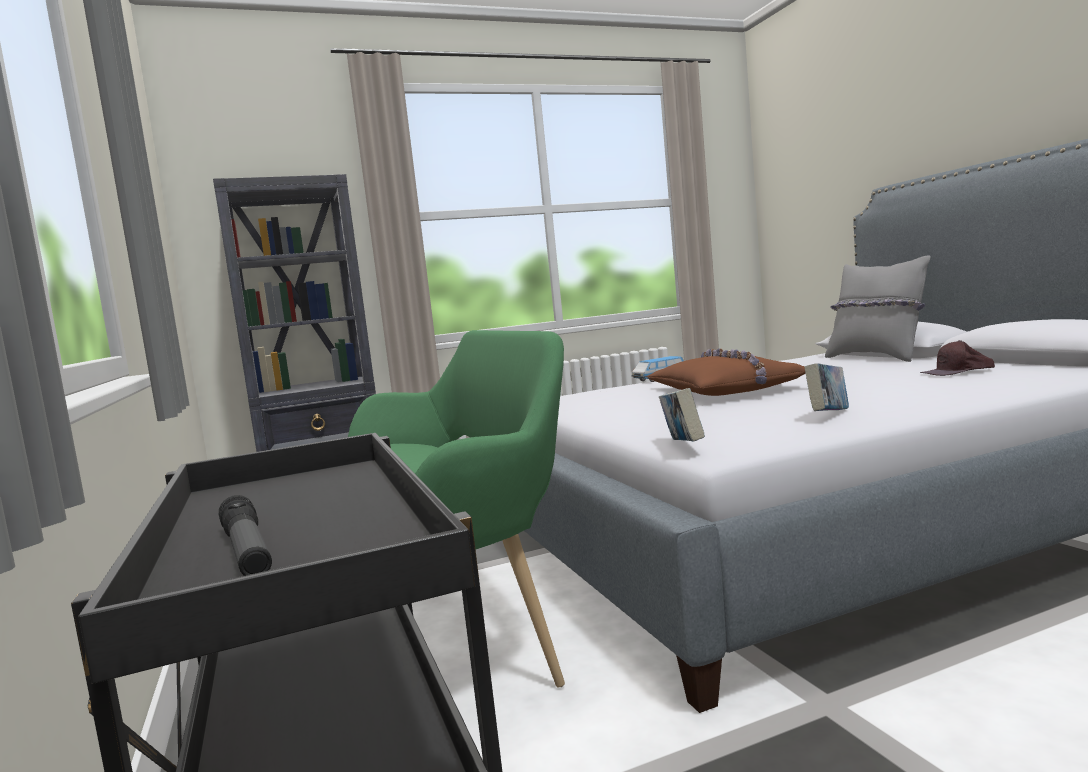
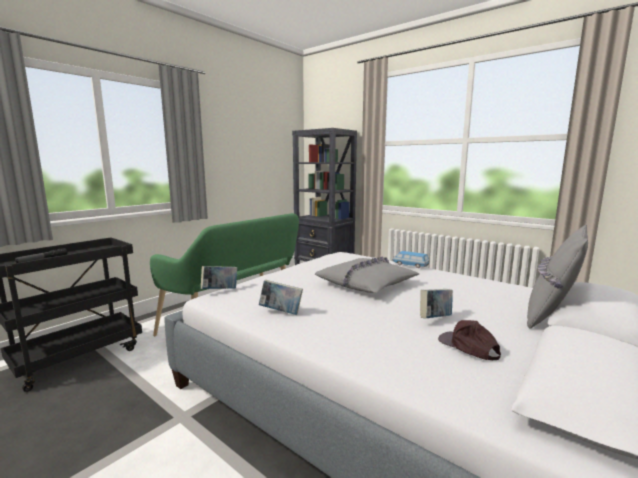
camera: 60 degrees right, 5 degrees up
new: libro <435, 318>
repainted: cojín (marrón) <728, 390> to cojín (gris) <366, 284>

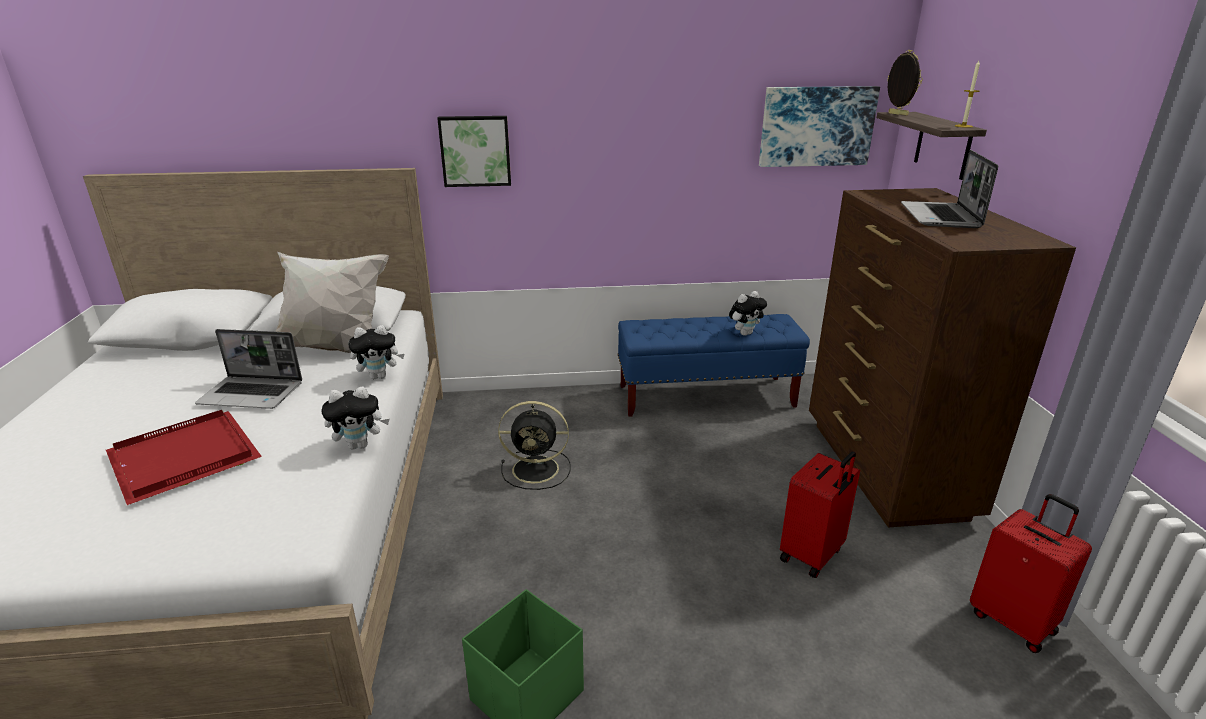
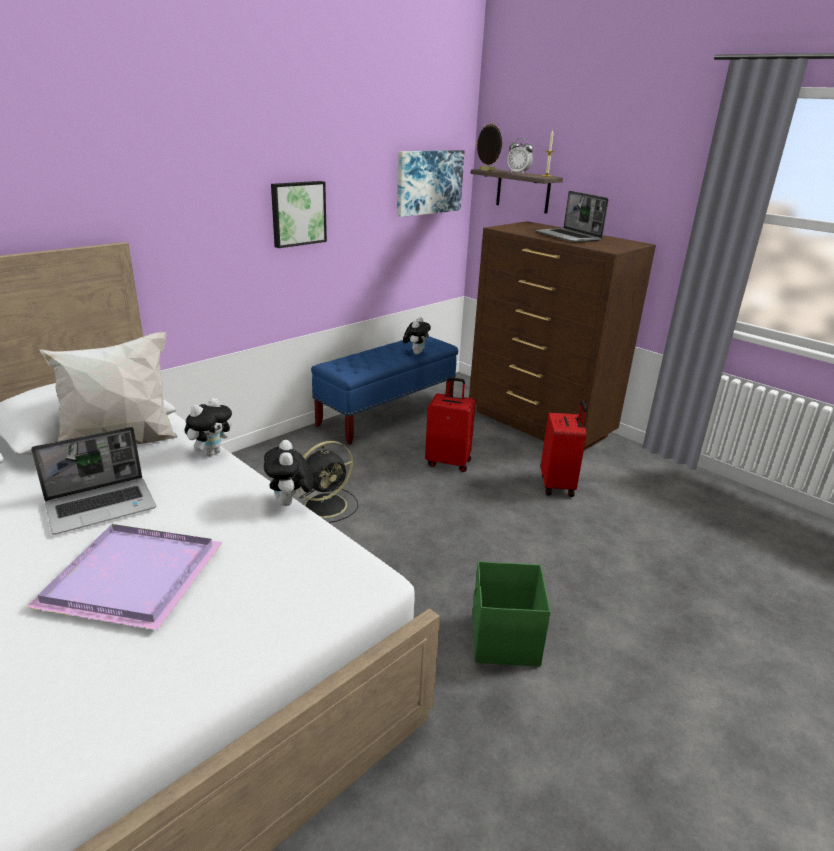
camera: 40 degrees left, 0 degrees up
new: despertador <518, 173>
shifted: cuadro <475, 151> to <297, 213>; maleta (rojo) <1013, 621> to <448, 462>
repainted: bandeja (rojo) <181, 457> to bandeja (morado) <129, 578>
rotated: peluche <360, 445> = <290, 503> 135 degrees clockwise

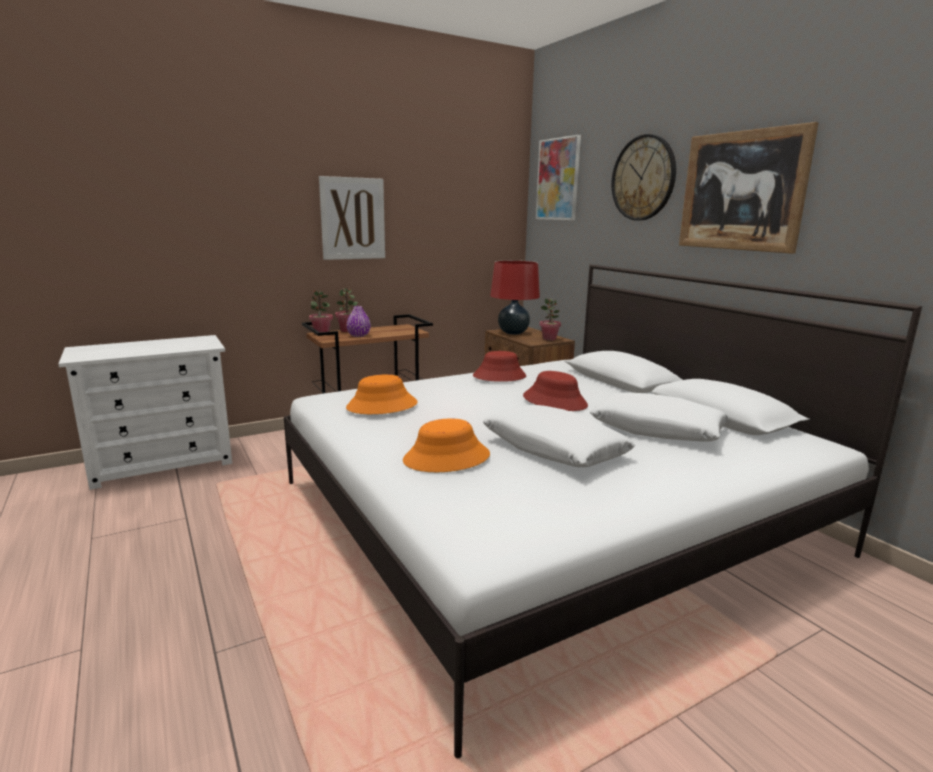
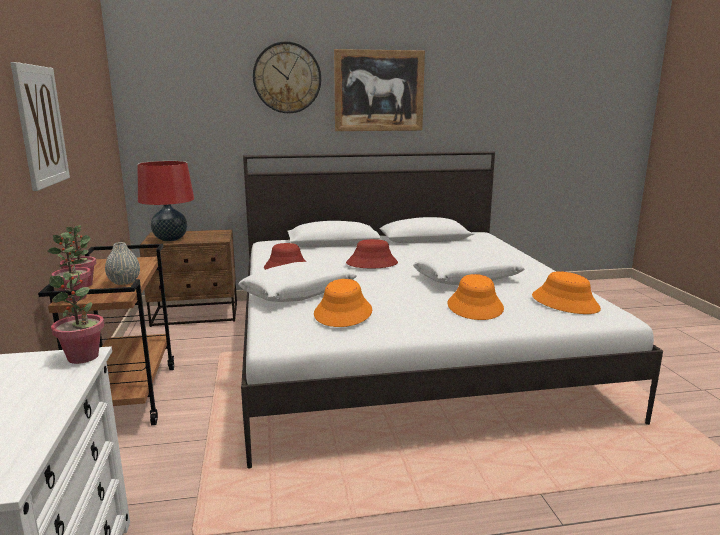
camera: 70 degrees left, 0 degrees up
gone: cuadro <558, 179>
new: sombrero (naranja) <565, 302>
shifted: planta en maceta <549, 339> to <83, 357>; cojín (blanco) <657, 430> to <299, 292>
repainted: florero (morado) <359, 336> to florero (gris) <124, 282>

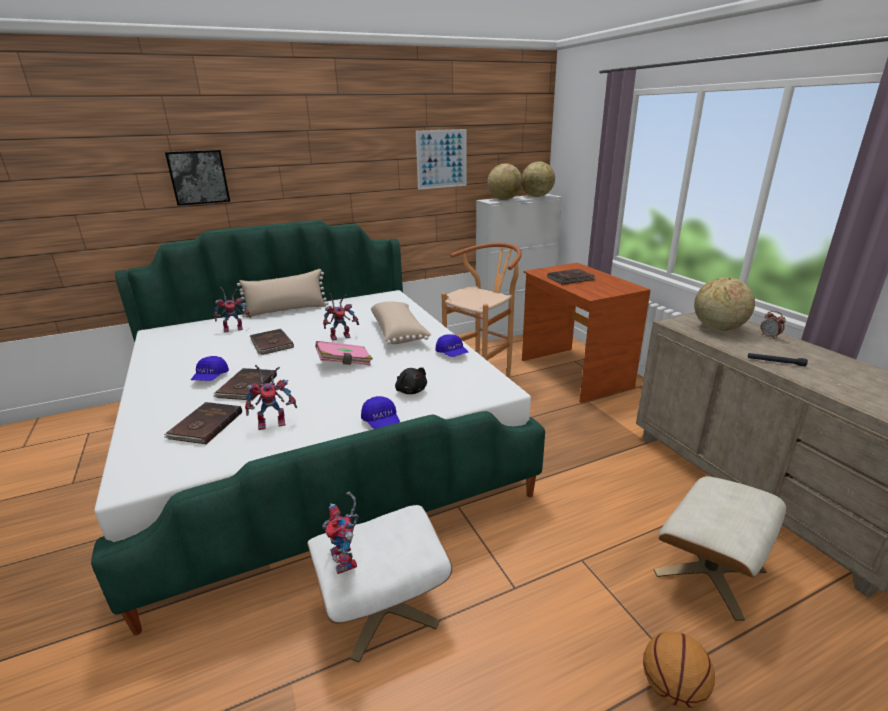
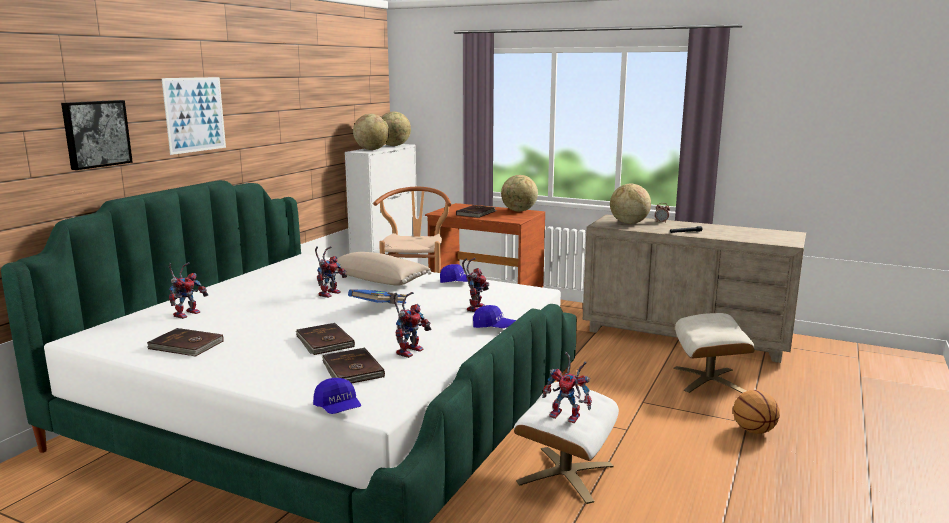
camera: 40 degrees left, 10 degrees down
gone: cojín (beis) <286, 310>
new: globo terráqueo <519, 211>
shifted: gorra (azul) <211, 377> to <338, 408>; libro (marrón) <271, 344> to <186, 345>; cuadro <441, 159> to <195, 114>
swapped: peluche (negro) <411, 390> to robot de juguete <474, 307>
repainted: libro (rosa) <345, 363> to libro (azul) <380, 307>

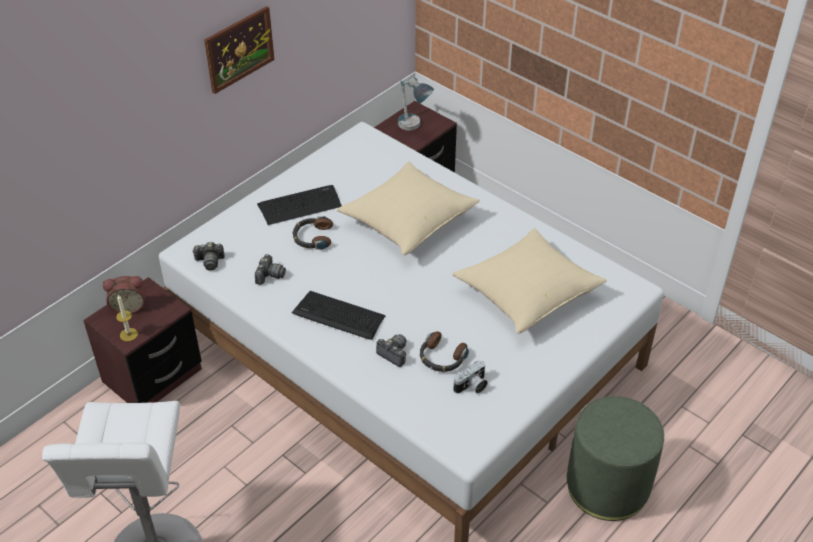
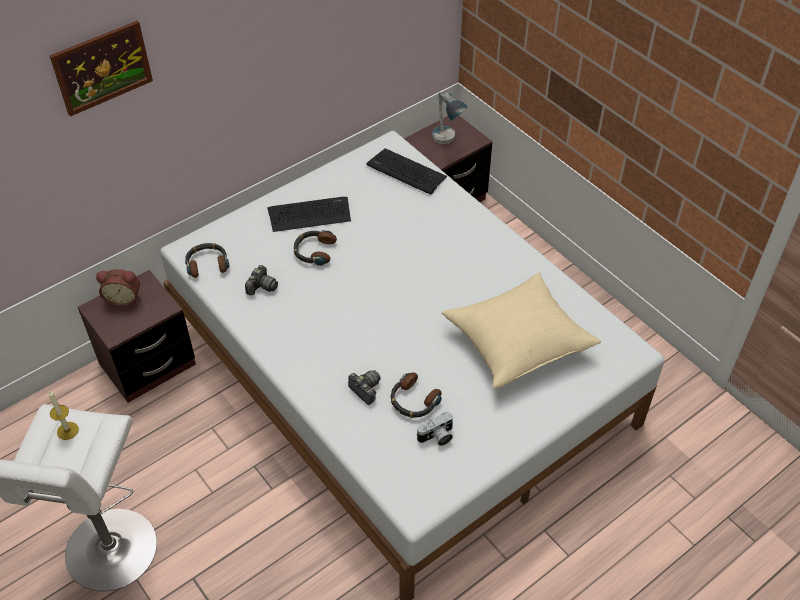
camera: 10 degrees right, 5 degrees up
gone: cojín (beis) <408, 222>; puf (verde) <607, 486>
shifted: vela <129, 334> to <67, 430>; cuadro <239, 49> to <102, 67>; teclado <339, 316> to <406, 172>
swapped: cámara <210, 261> to auriculares <207, 263>

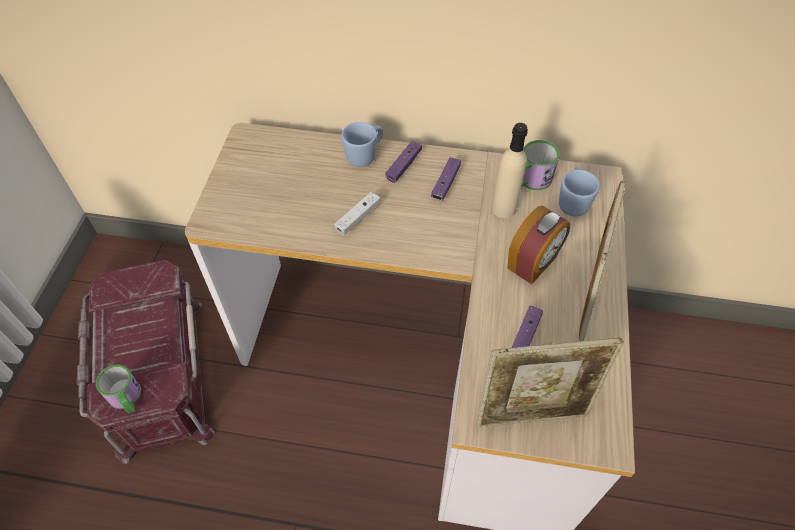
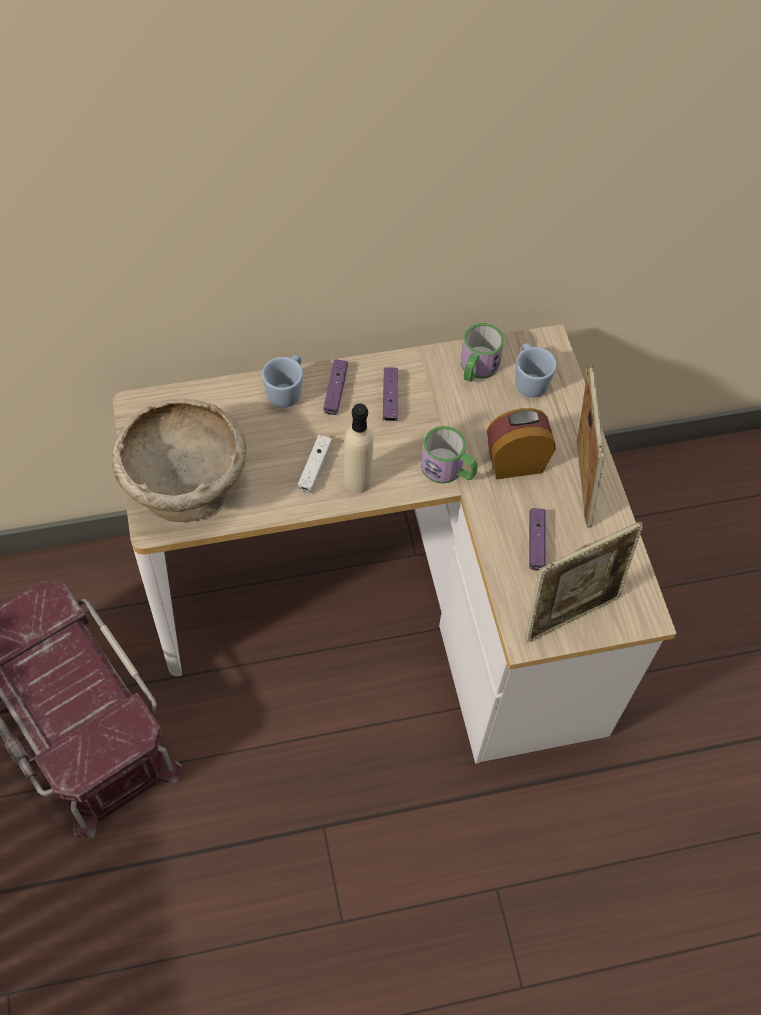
camera: 25 degrees left, 5 degrees up
new: cuenco (beis) <185, 488>
shifted: taza grande <127, 398> to <448, 470>; botella (beis) <503, 208> to <357, 481>
rotated: despertador <533, 263> = <515, 462> 120 degrees counterclockwise

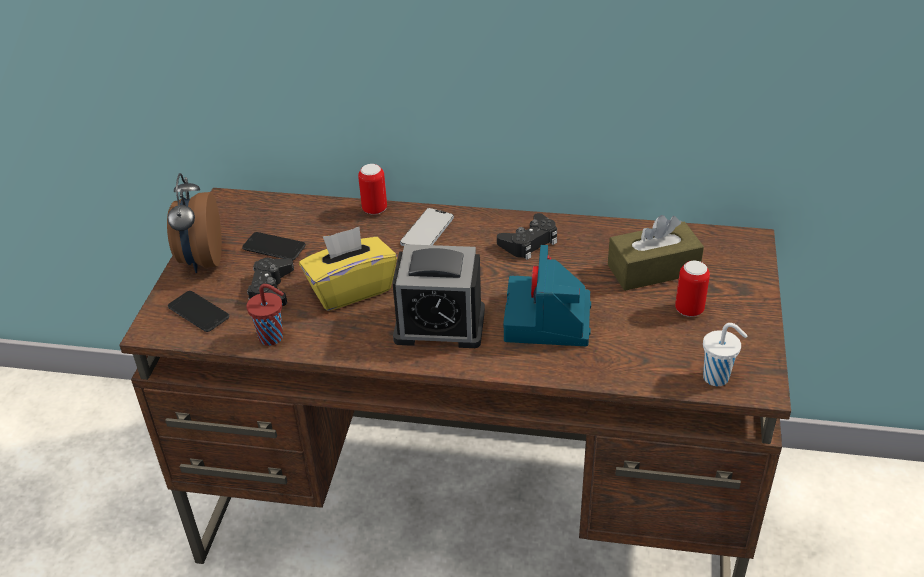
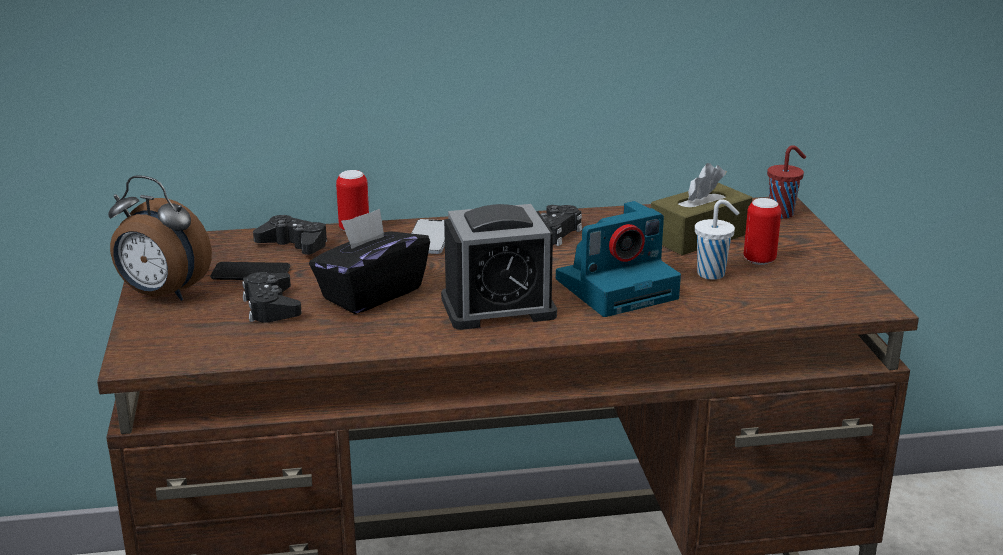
camera: 20 degrees left, 15 degrees down
gone: móvil <198, 312>
new: mando de consola (negro) <294, 244>
shifted: taza (rojo) <272, 338> to <782, 214>; taza (blanco) <717, 378> to <712, 274>
repainted: caja de pañuelos (amarillo) <351, 289> to caja de pañuelos (negro) <371, 294>
rotated: despertador <201, 260> = <162, 295> 45 degrees counterclockwise; cámara <548, 320> = <618, 287> 105 degrees counterclockwise

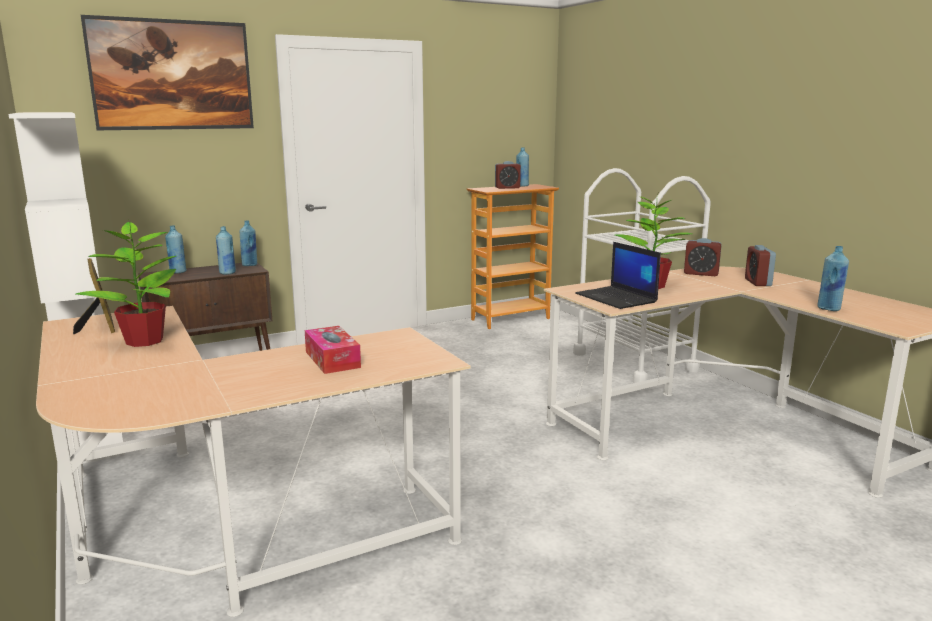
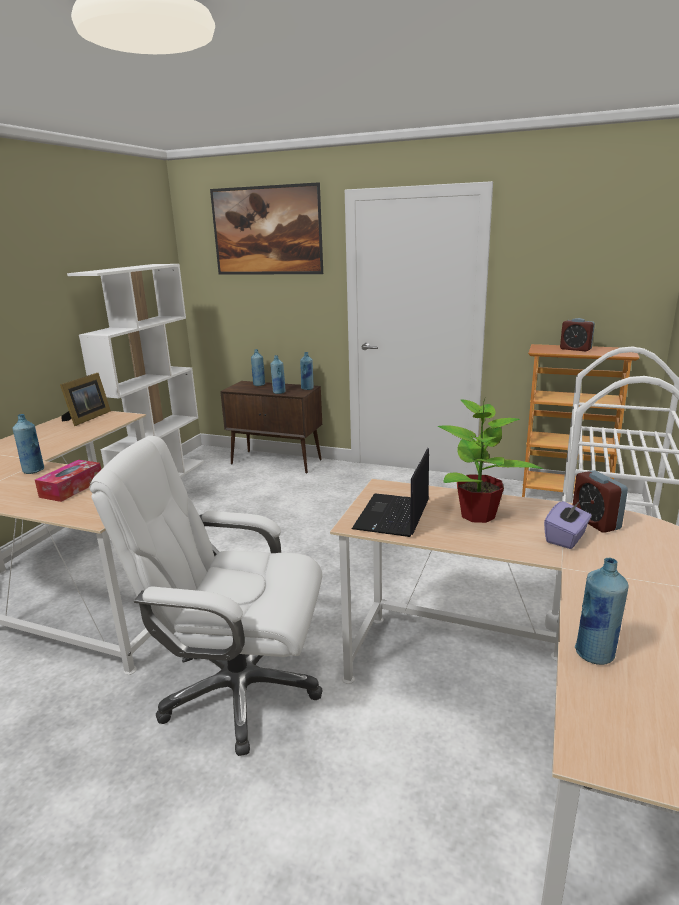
camera: 50 degrees right, 5 degrees up
gone: planta en maceta <144, 341>; despertador <758, 282>
new: silla de oficina (blanco) <238, 690>; caja de pañuelos (morado) <566, 538>
shifted: botella (azul) <522, 186> to <34, 470>

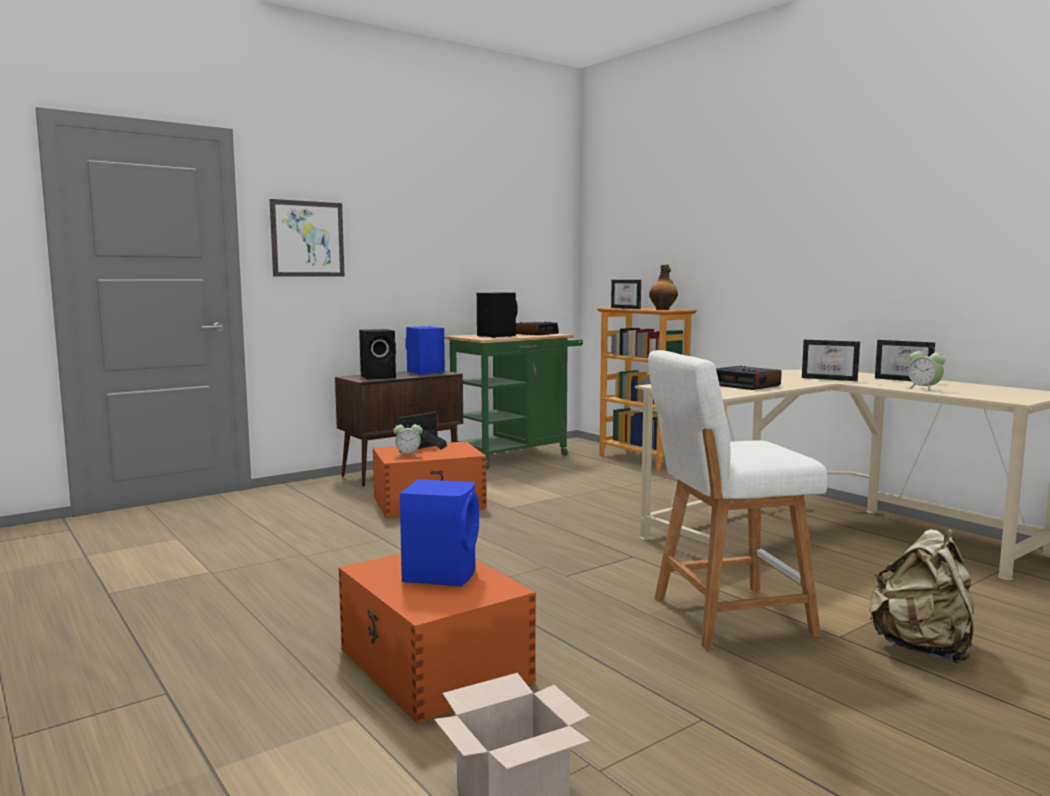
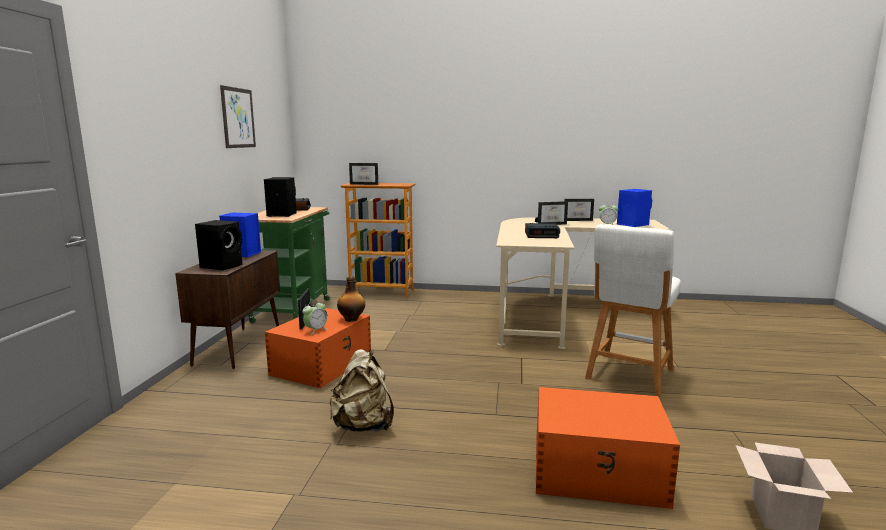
camera: 45 degrees left, 5 degrees up
shifted: cuadro <307, 239> to <238, 118>; altavoz (azul) <441, 574> to <632, 224>; botella <663, 309> to <352, 319>; mochila (beis) <922, 648> to <363, 426>

